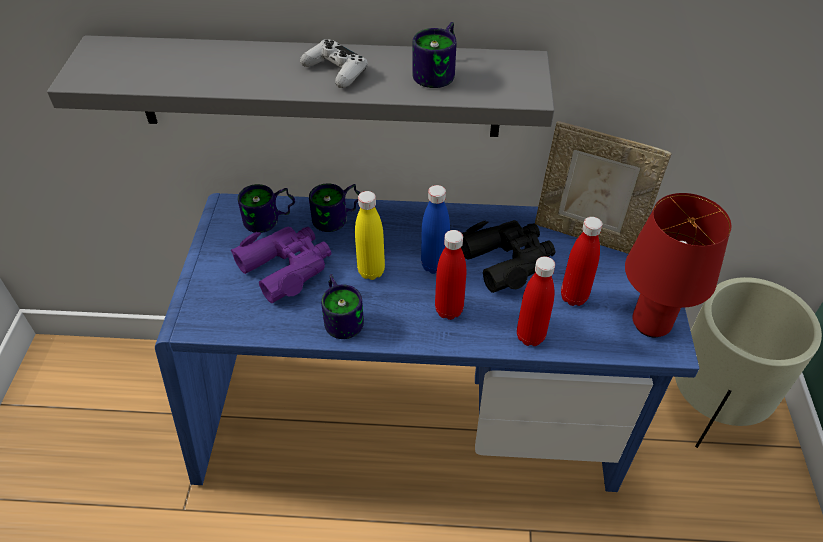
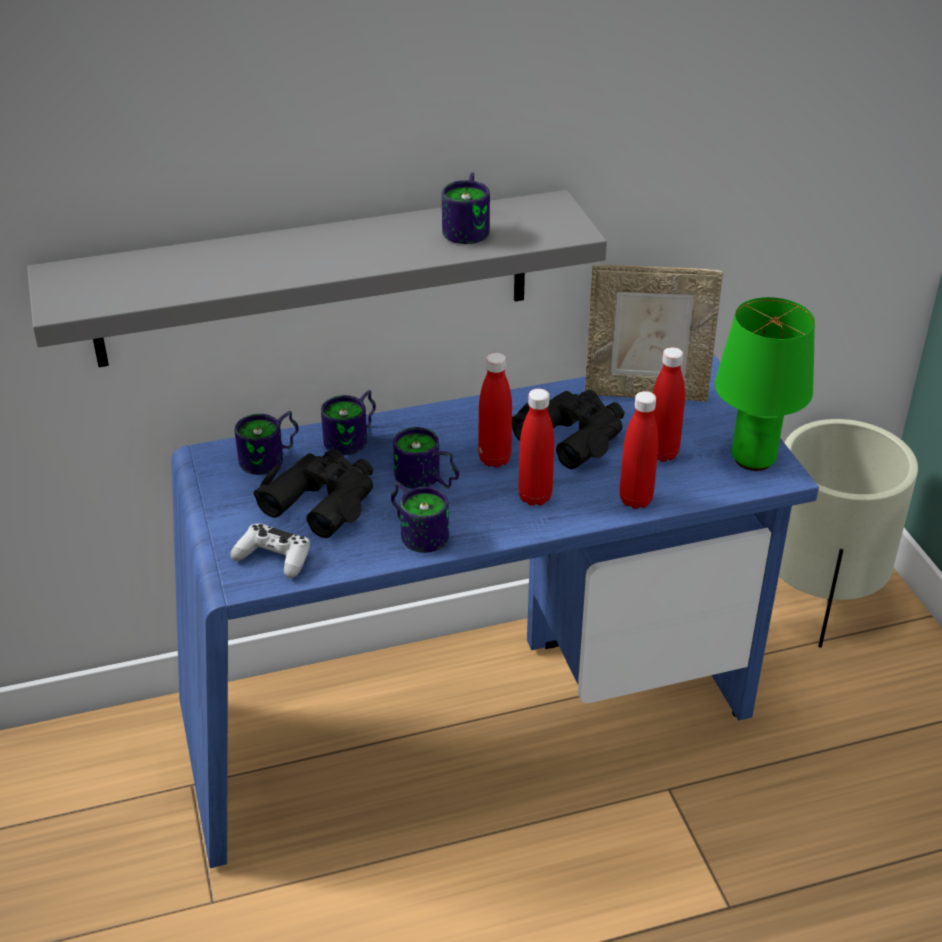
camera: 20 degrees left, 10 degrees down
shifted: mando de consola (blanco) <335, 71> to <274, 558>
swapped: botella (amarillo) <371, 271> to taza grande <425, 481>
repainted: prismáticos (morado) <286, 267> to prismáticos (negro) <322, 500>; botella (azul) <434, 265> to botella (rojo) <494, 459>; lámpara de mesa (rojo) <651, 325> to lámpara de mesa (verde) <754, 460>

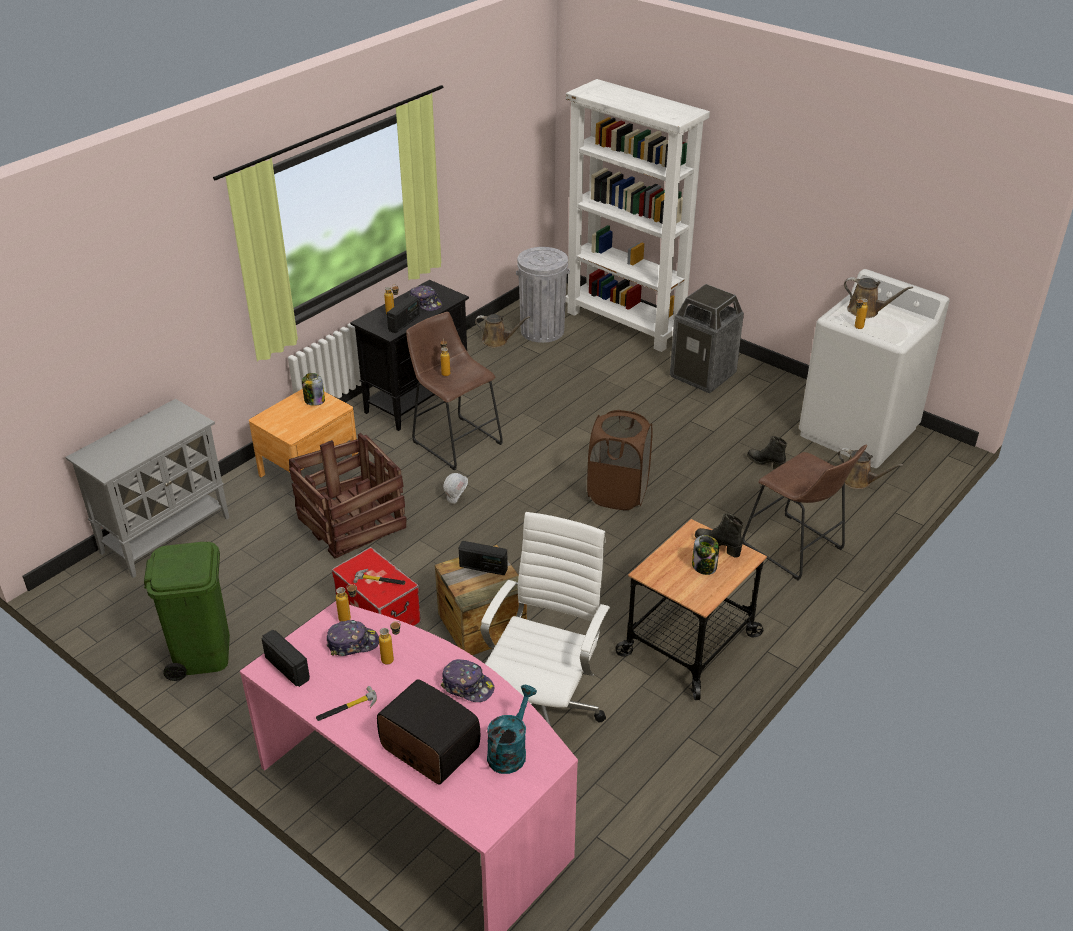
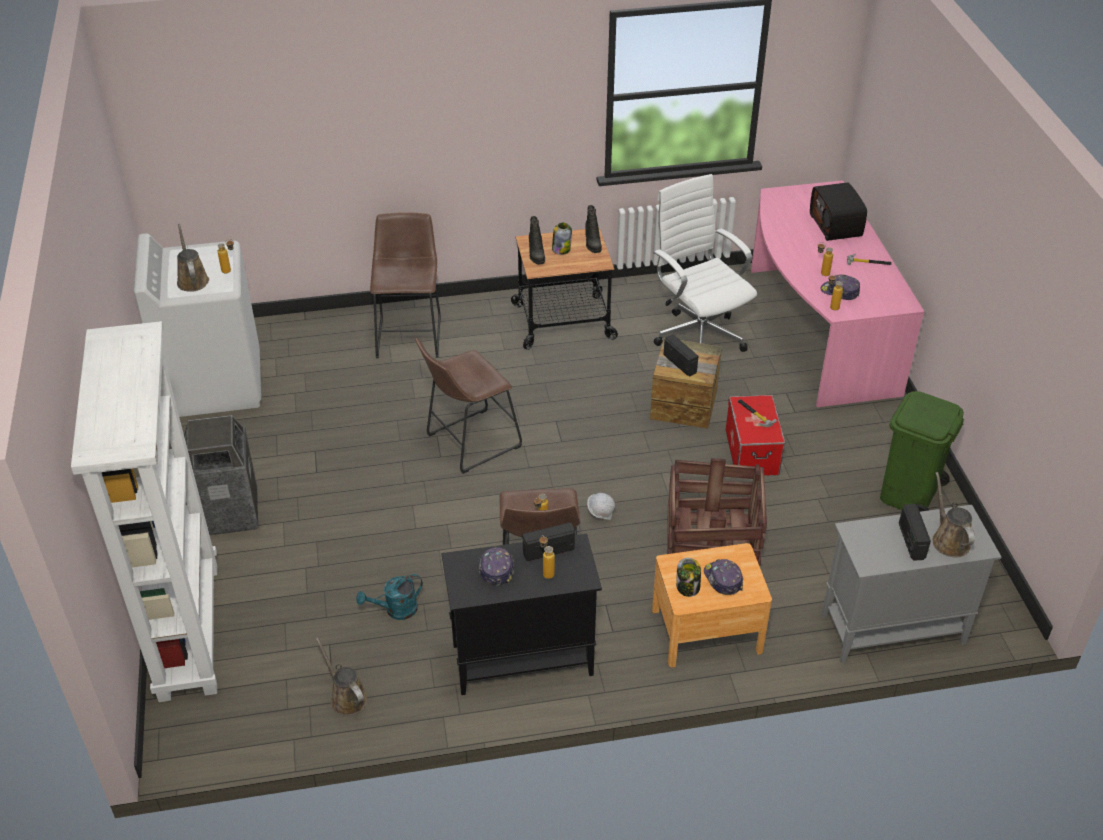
camera: 140 degrees left, 5 degrees up
gone: papelera (gris) <542, 331>
shifted: radio <288, 668> to <911, 541>; gorra <467, 686> to <722, 579>; regadera (turquesa) <510, 750> to <395, 610>; bota (negro) <765, 463> to <592, 243>; regadera (marrón) <859, 481> to <948, 540>
swapped: cesto de la ropa (marrón) <618, 493> to taburete (marrón) <469, 442>
rotated: silla de oficina (blanco) <543, 713> = <697, 335> 90 degrees clockwise

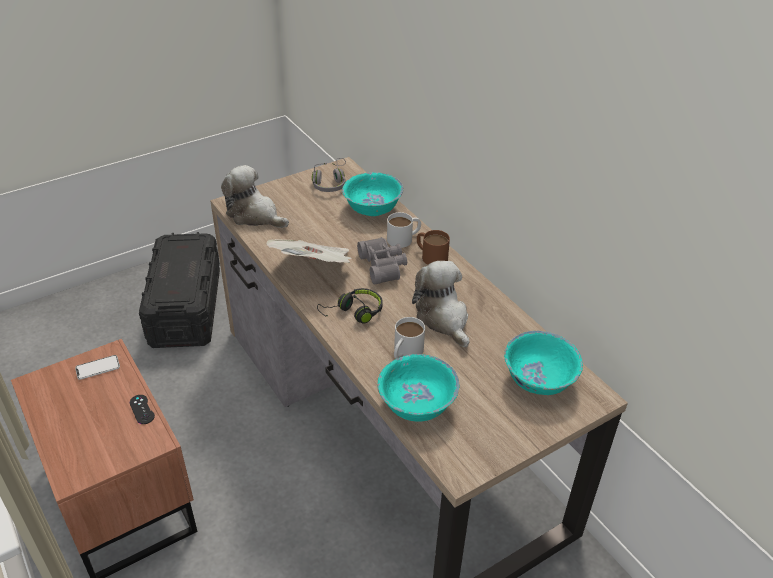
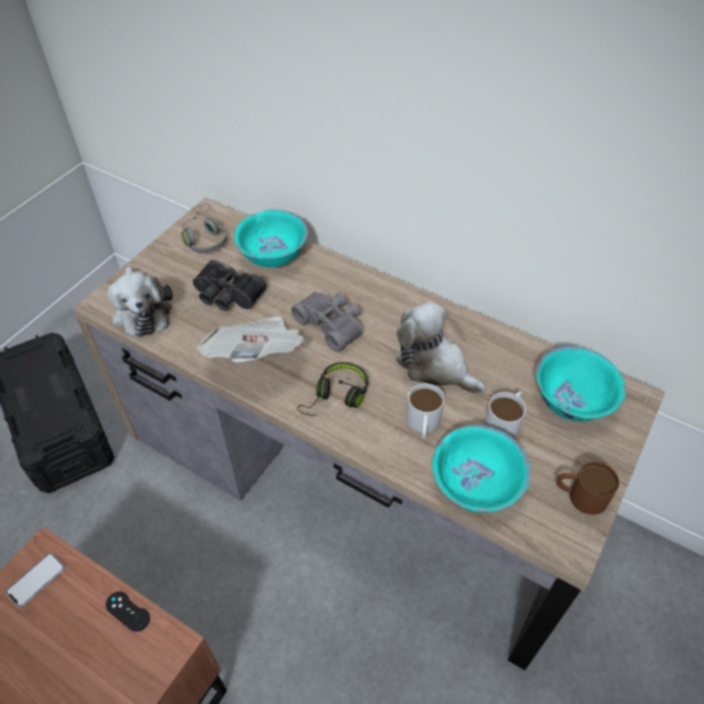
camera: 25 degrees left, 10 degrees up
new: prismáticos (negro) <227, 296>
shifted: taza grande (blanco) <404, 238> to <505, 421>; taza grande (marrón) <430, 255> to <580, 495>
rotated: peluche <255, 215> = <142, 311> 120 degrees counterclockwise

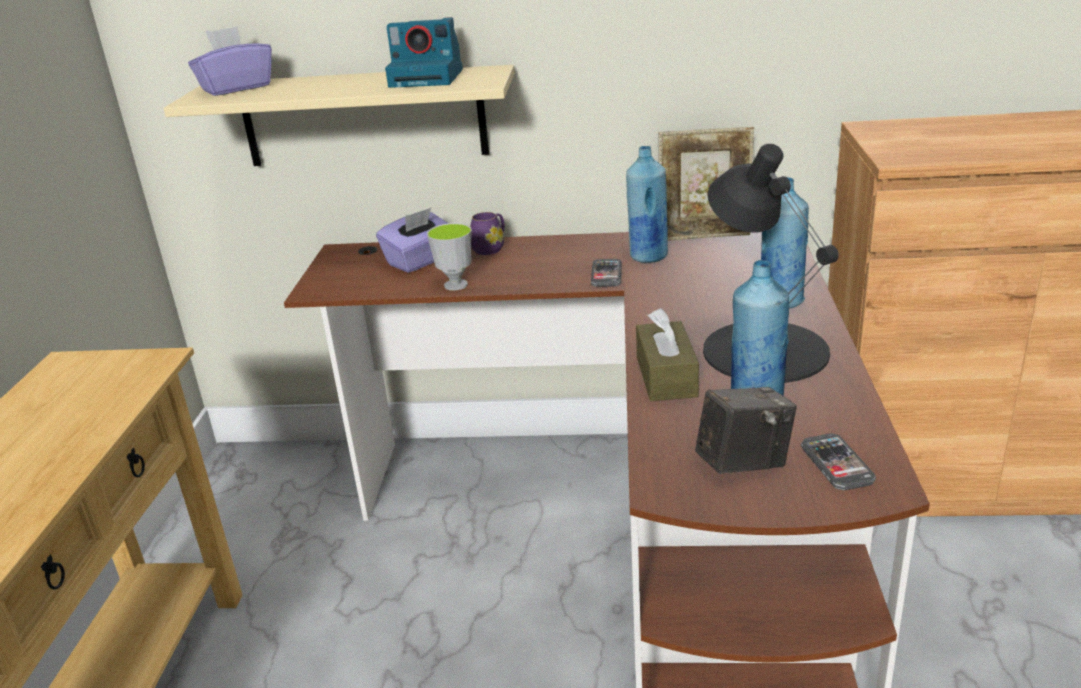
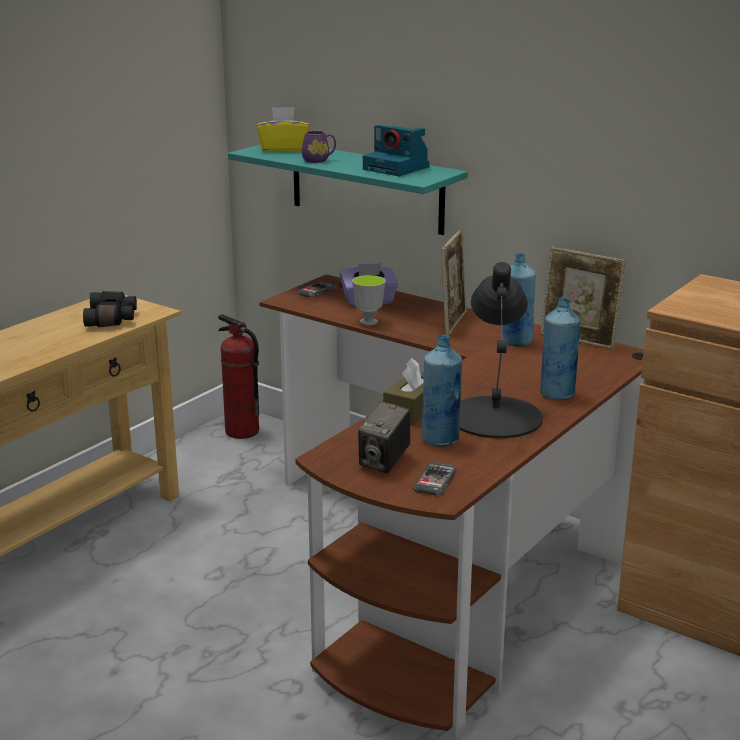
camera: 30 degrees right, 5 degrees down
new: prismáticos (negro) <112, 319>; extintor <241, 432>; portarretratos <453, 323>
shifted: taza grande (morado) <490, 248> to <319, 160>; móvil <606, 275> to <316, 291>
repainted: estante (beis) <363, 117> to estante (turquesa) <366, 187>; caja de pañuelos (morado) <236, 88> to caja de pañuelos (amarillo) <284, 149>
rotated: cámara <743, 463> = <384, 462> 105 degrees clockwise

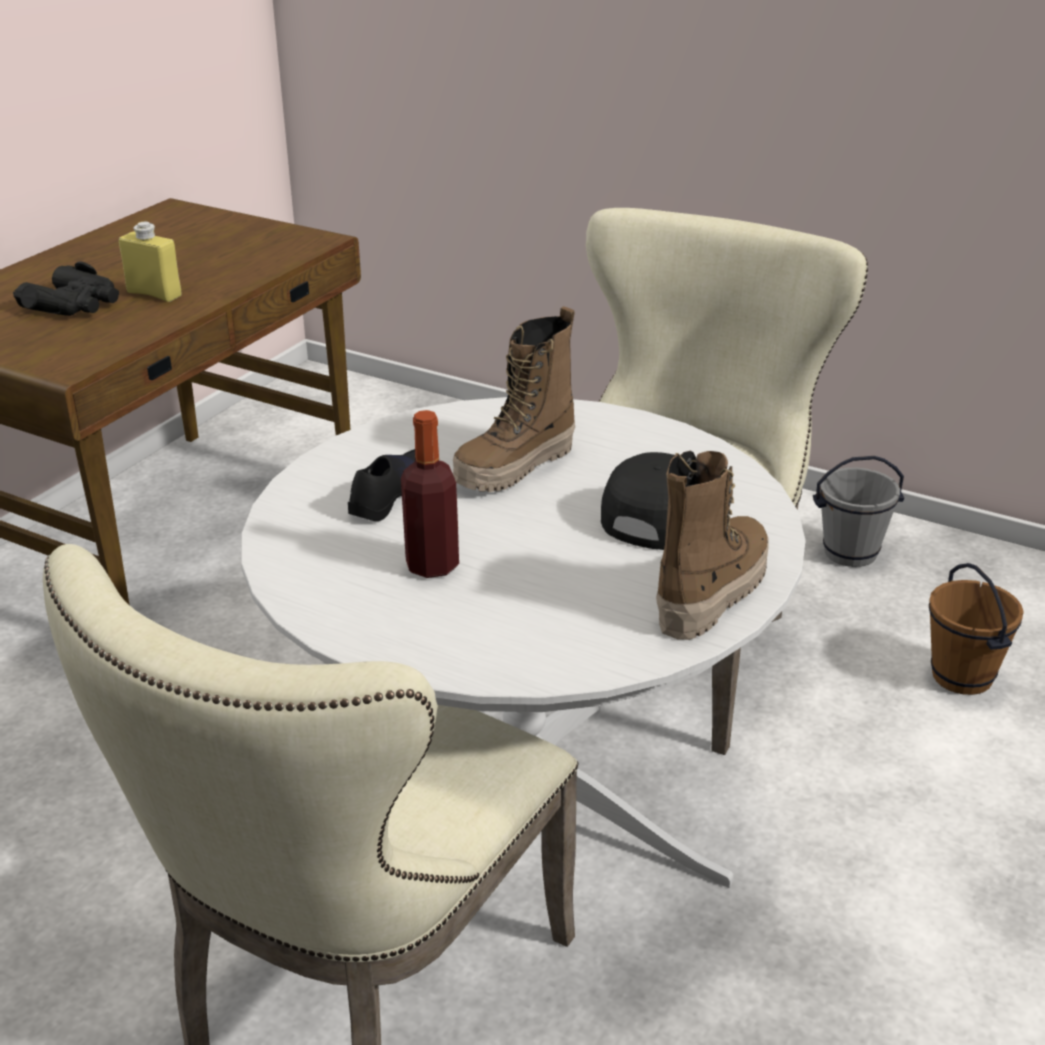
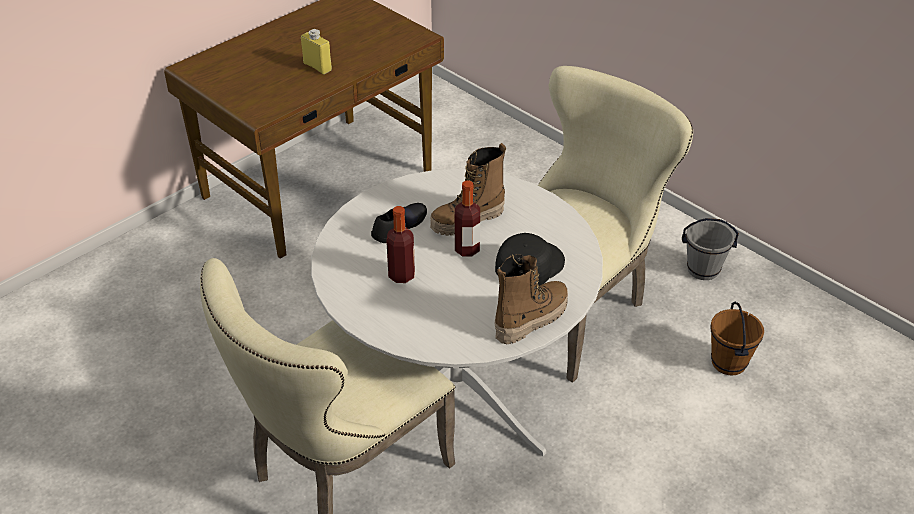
camera: 15 degrees right, 10 degrees up
gone: prismáticos (negro) <74, 304>
new: botella <467, 249>

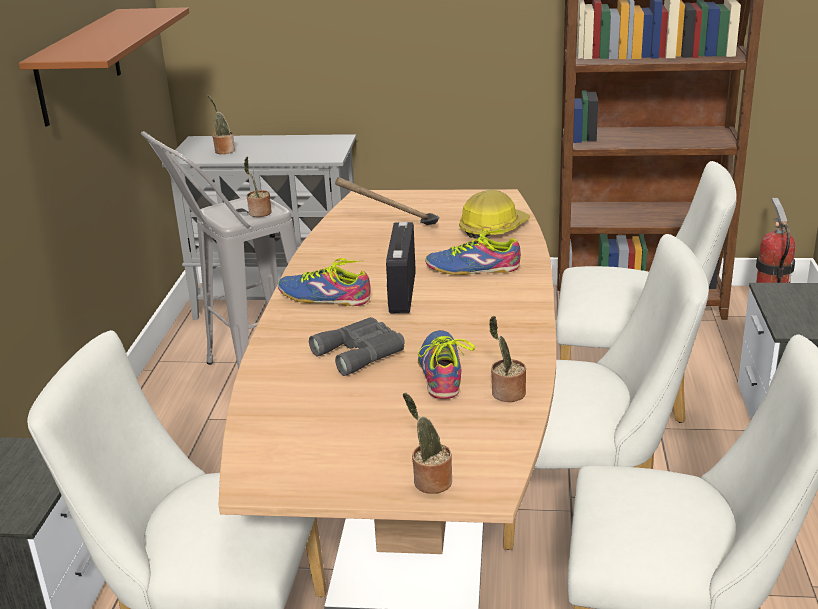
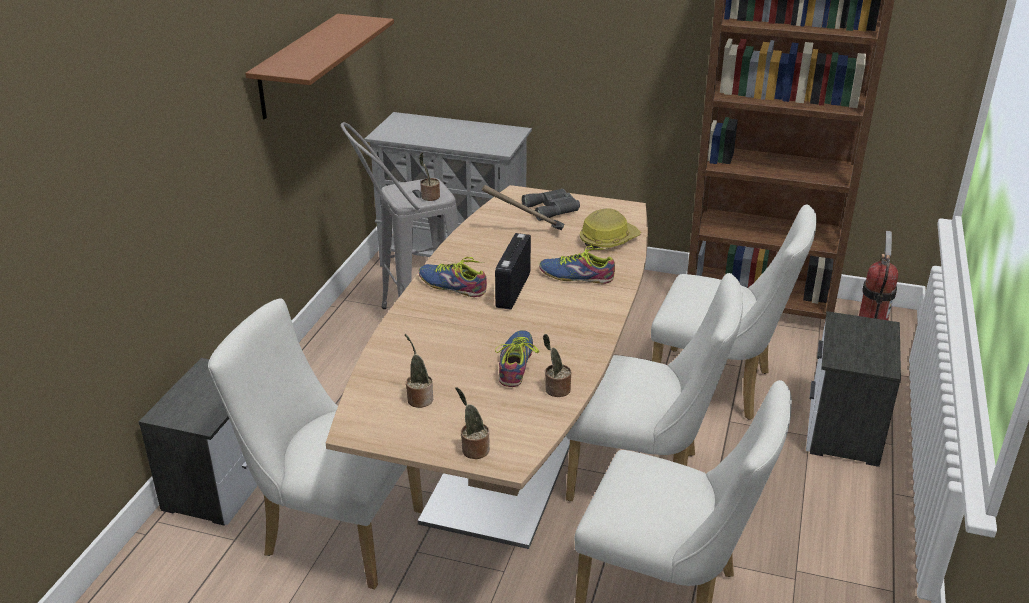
camera: 10 degrees right, 5 degrees up
shifted: planta en maceta <223, 151> to <419, 399>; prismáticos (gris) <362, 352> to <553, 209>

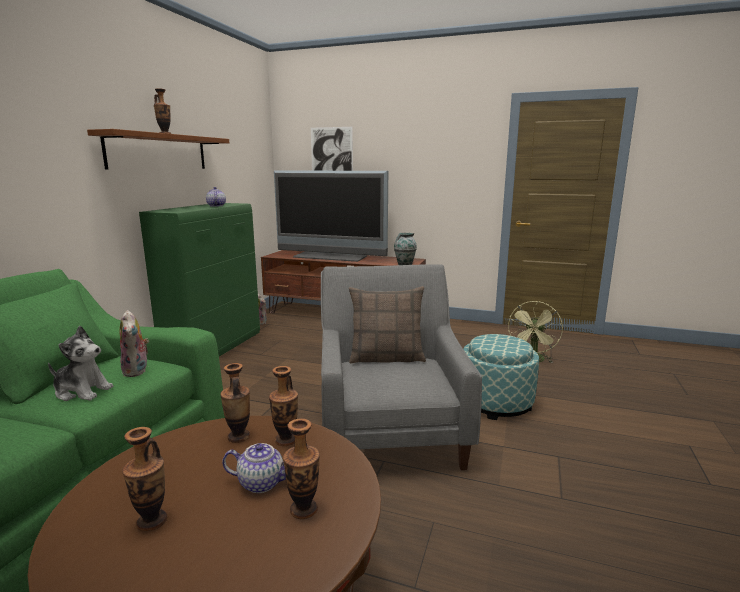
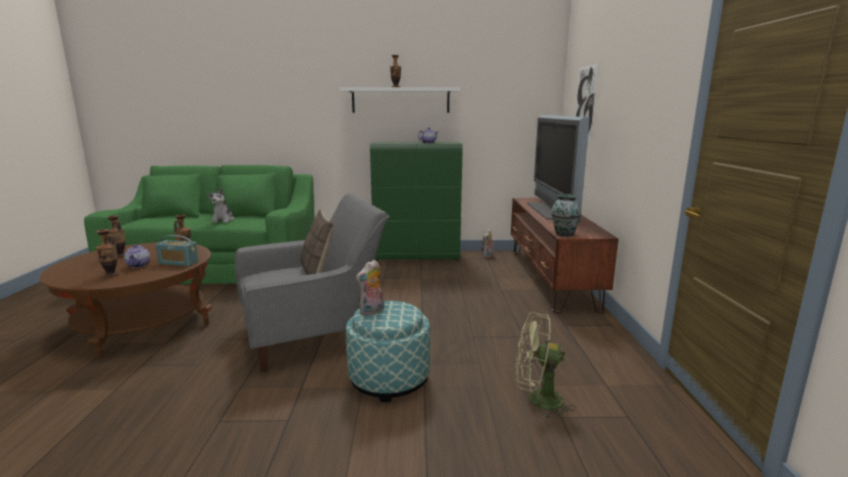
camera: 70 degrees right, 0 degrees up
shifted: peluche <137, 371> to <372, 311>
swapped: florero <286, 440> to radio <178, 263>
repainted: estante (marrón) <158, 152> to estante (blanco) <400, 100>

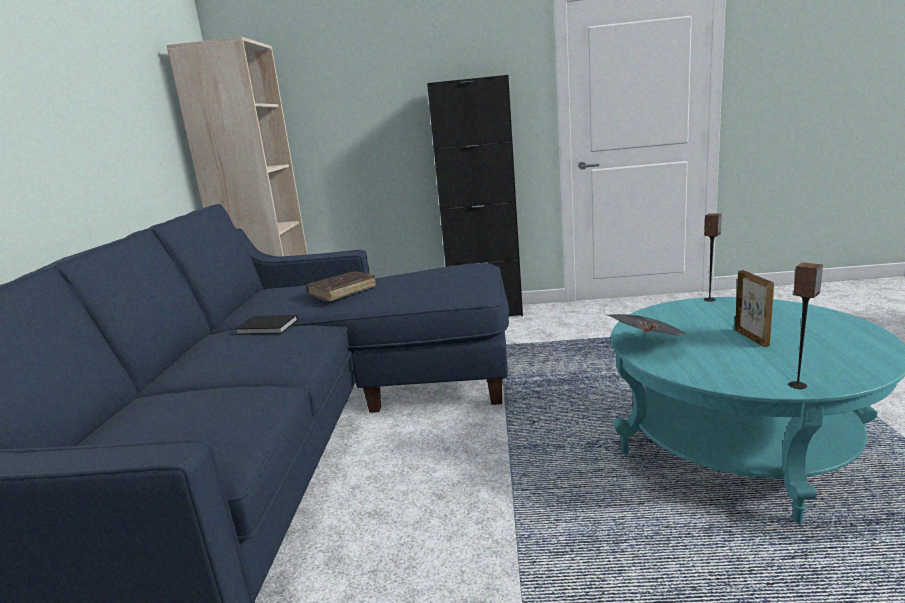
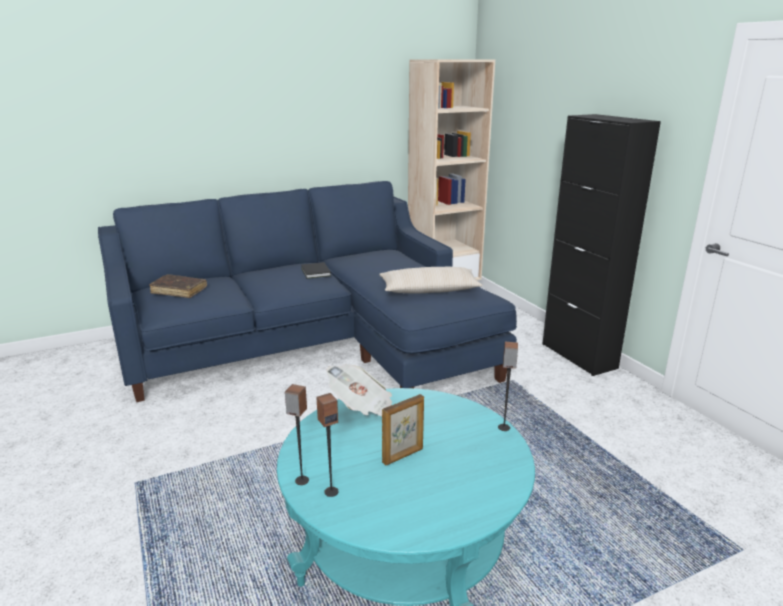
camera: 60 degrees right, 5 degrees up
new: altavoz <331, 491>; cojín (beis) <429, 290>
shifted: libro (marrón) <342, 292> to <179, 291>

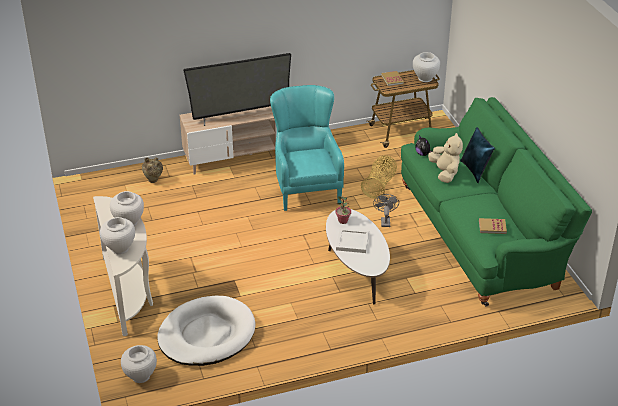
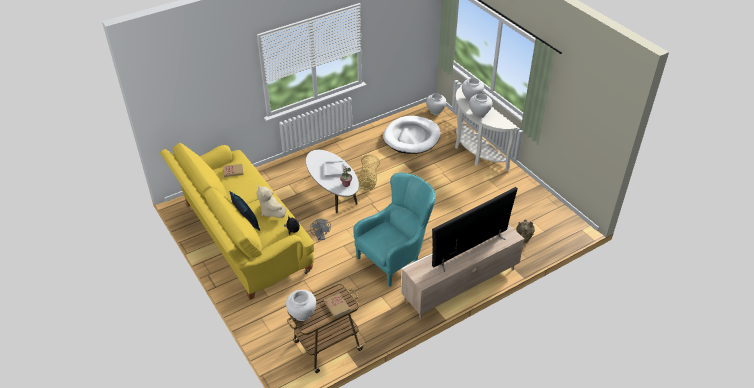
camera: 165 degrees right, 5 degrees up
shifted: cesta <379, 185> to <368, 180>
repainted: sofá (verde) <481, 235> to sofá (amarillo) <242, 238>
rotated: sillón (turquesa) <306, 187> = <395, 258> 105 degrees counterclockwise

